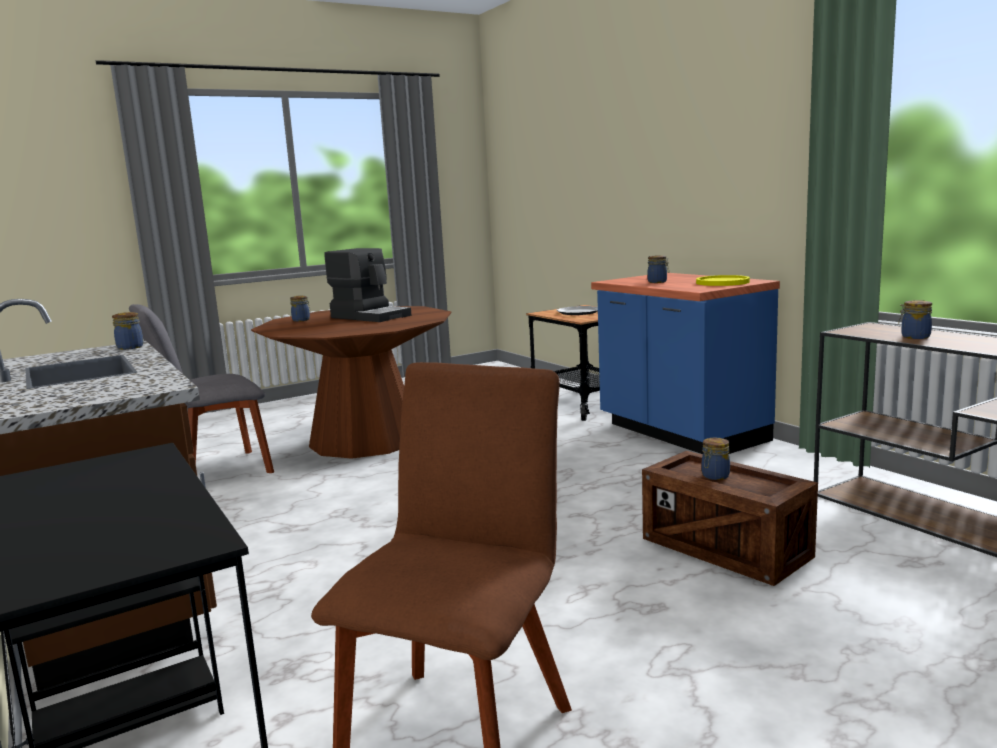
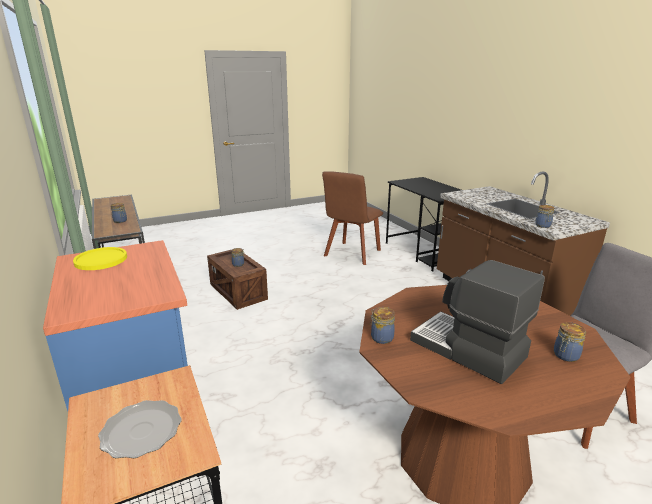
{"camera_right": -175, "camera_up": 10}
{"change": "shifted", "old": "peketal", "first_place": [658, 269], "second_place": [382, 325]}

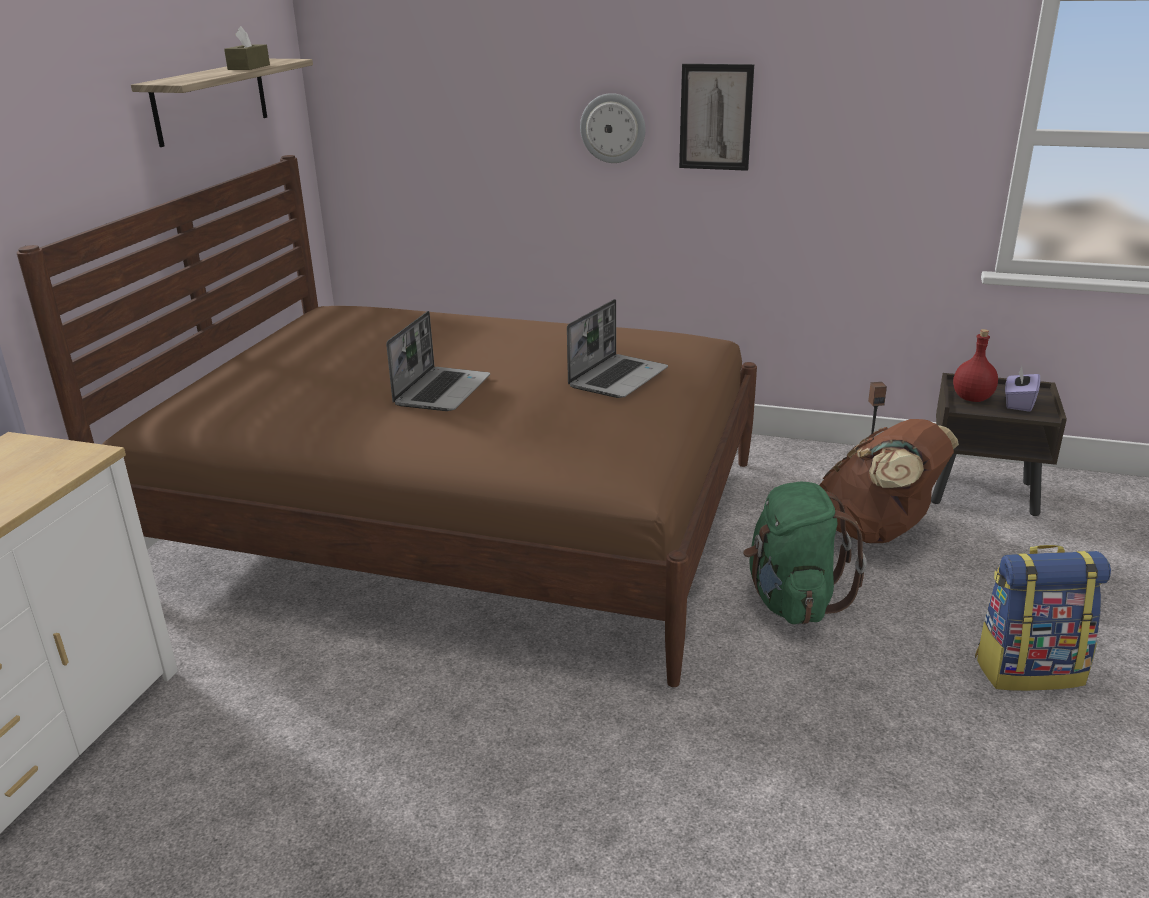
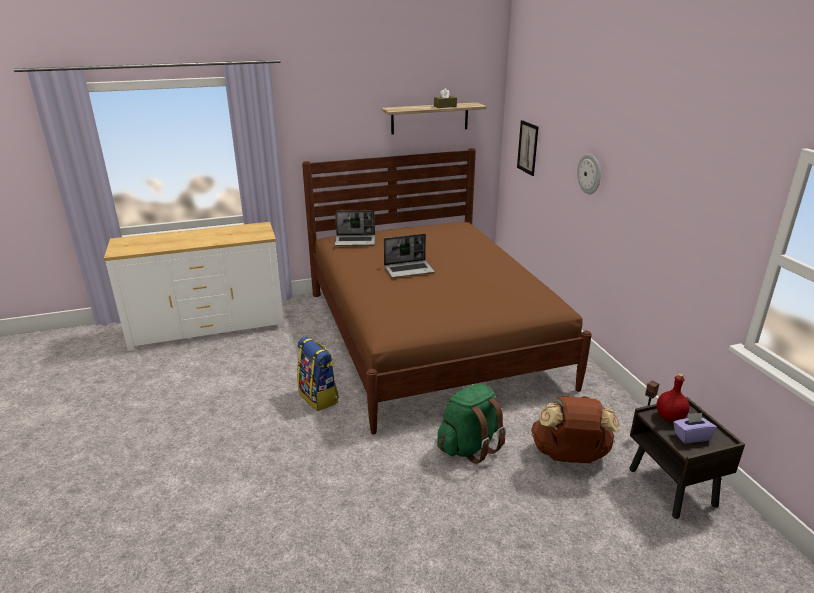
{"camera_right": 55, "camera_up": 0}
{"change": "shifted", "old": "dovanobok", "first_place": [617, 348], "second_place": [355, 228]}
{"change": "shifted", "old": "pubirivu", "first_place": [716, 117], "second_place": [527, 148]}
{"change": "shifted", "old": "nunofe", "first_place": [1043, 618], "second_place": [318, 373]}

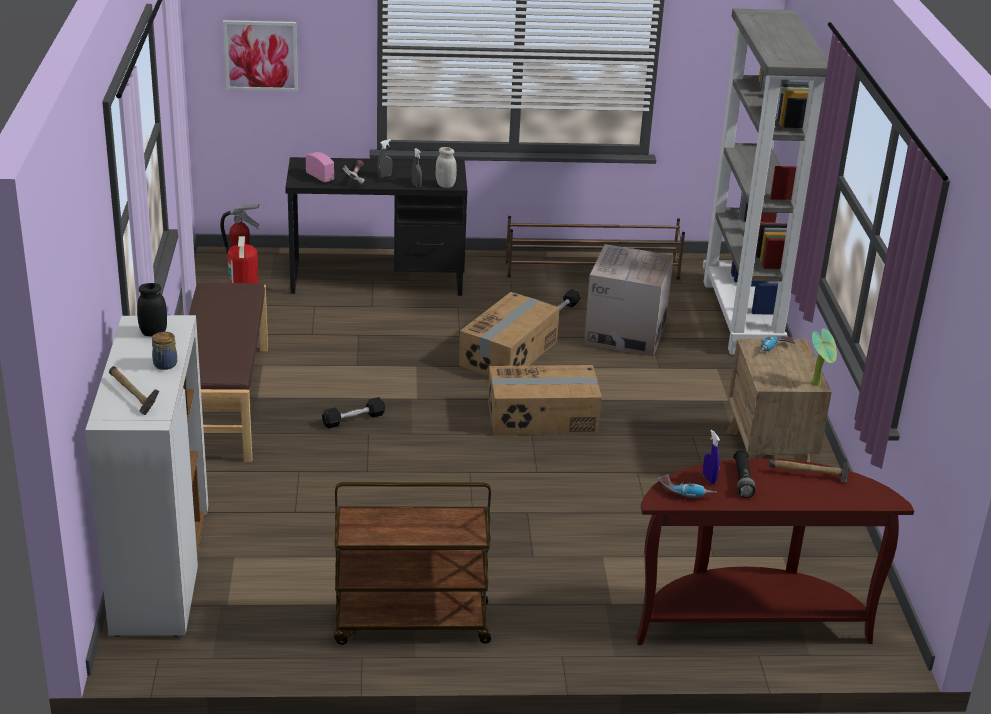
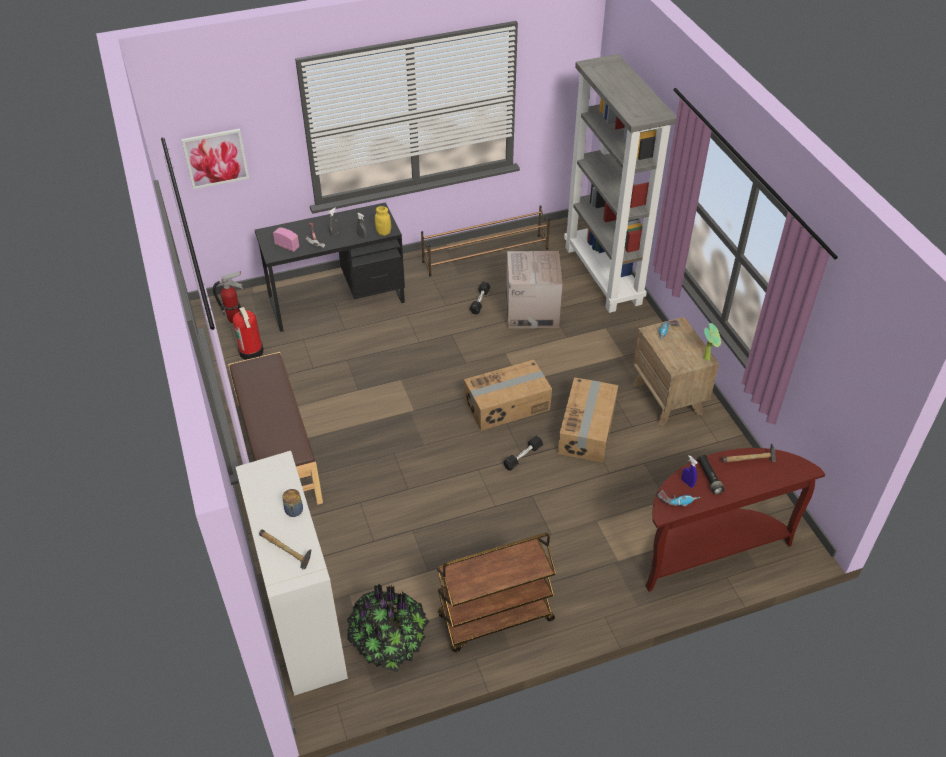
{"camera_right": -15, "camera_up": 15}
{"change": "gone", "old": "peketal (black)", "first_place": [152, 310]}
{"change": "new", "new": "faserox", "second_place": [388, 627]}
{"change": "shifted", "old": "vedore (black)", "first_place": [353, 412], "second_place": [523, 453]}
{"change": "shifted", "old": "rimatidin", "first_place": [509, 334], "second_place": [588, 420]}
{"change": "repainted", "old": "peketal (white)", "new": "peketal (yellow)", "first_place": [446, 167], "second_place": [383, 221]}

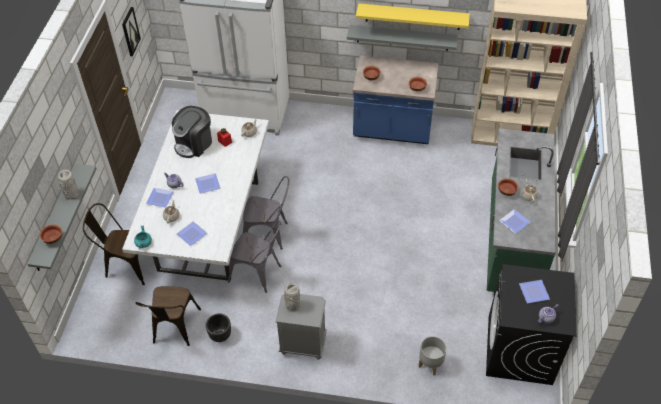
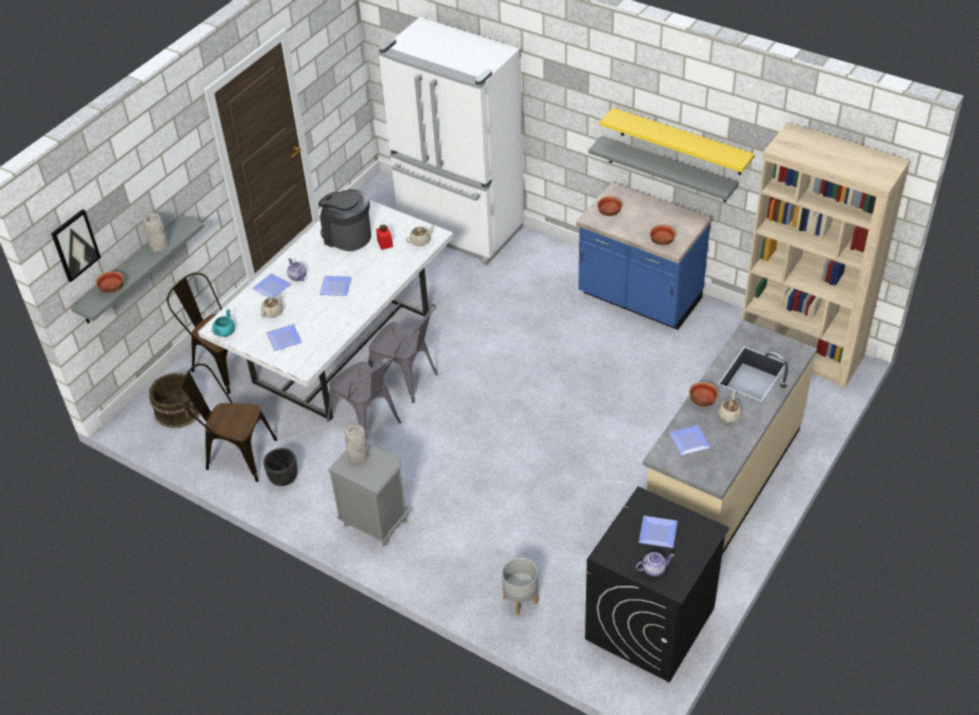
{"camera_right": 25, "camera_up": -5}
{"change": "new", "new": "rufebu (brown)", "second_place": [174, 400]}
{"change": "shifted", "old": "pubirivu", "first_place": [131, 31], "second_place": [76, 245]}
{"change": "repainted", "old": "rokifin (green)", "new": "rokifin (beige)", "first_place": [521, 211], "second_place": [730, 437]}
{"change": "rotated", "old": "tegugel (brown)", "first_place": [168, 316], "second_place": [228, 423], "degrees": 75}
{"change": "rotated", "old": "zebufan", "first_place": [192, 132], "second_place": [344, 220], "degrees": 60}

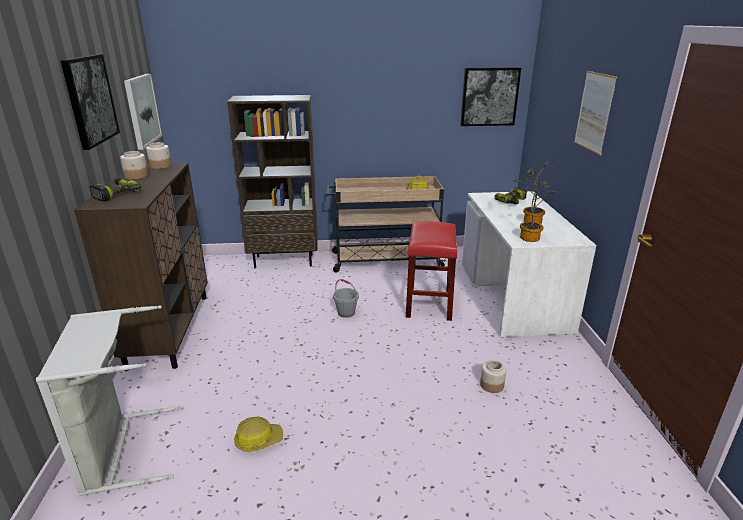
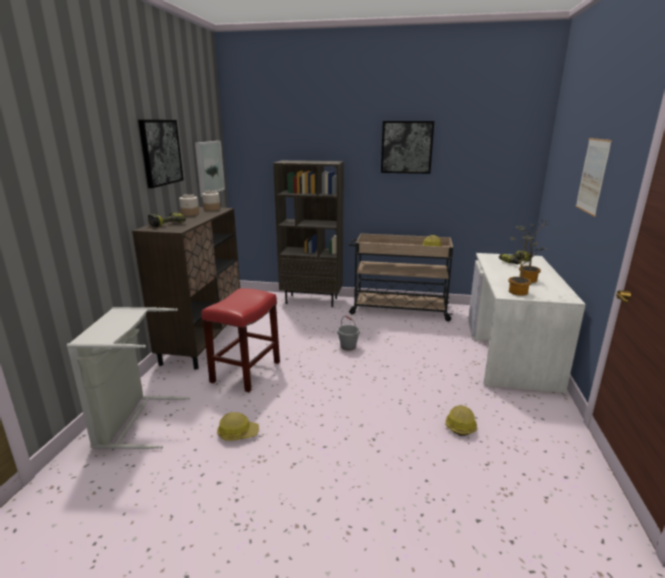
{"camera_right": 15, "camera_up": -5}
{"change": "shifted", "old": "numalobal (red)", "first_place": [431, 271], "second_place": [241, 340]}
{"change": "shifted", "old": "pubirivu", "first_place": [490, 96], "second_place": [407, 147]}
{"change": "swapped", "old": "peketal", "new": "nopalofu", "first_place": [493, 376], "second_place": [461, 420]}

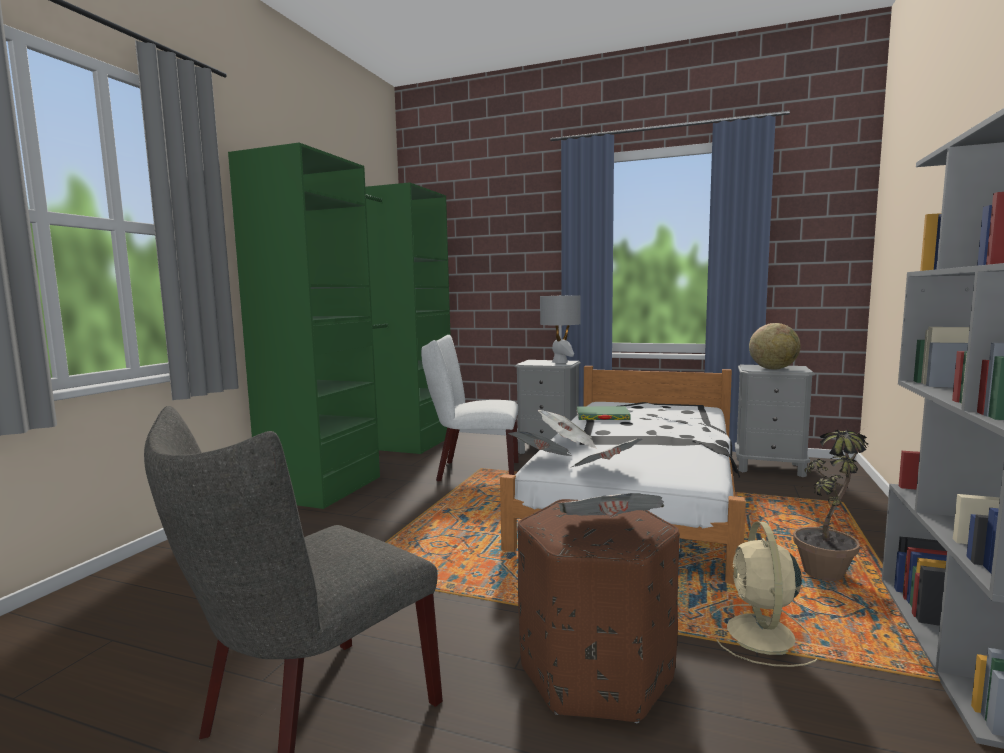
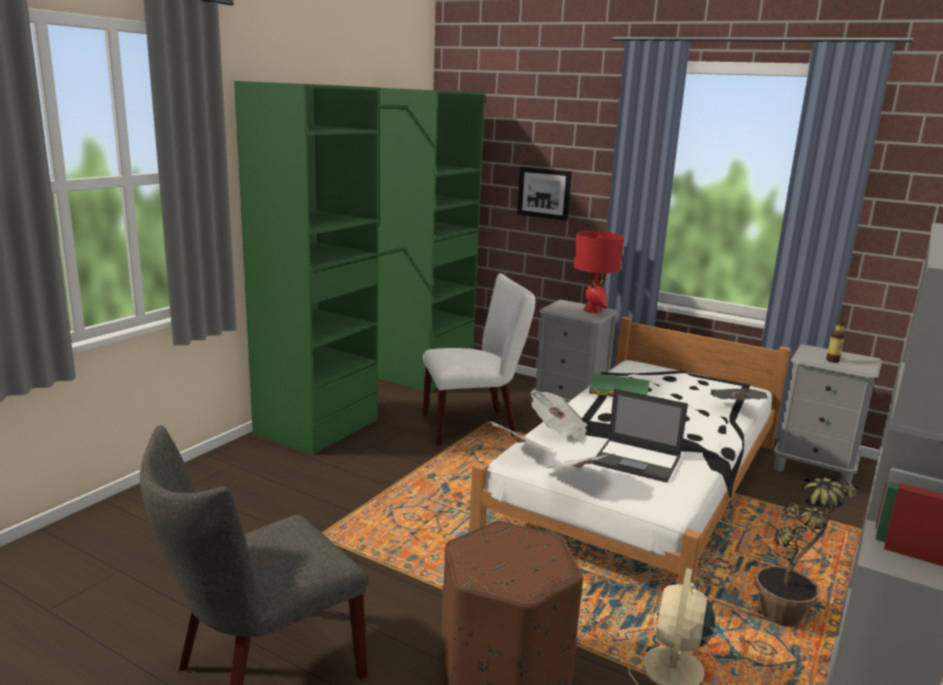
{"camera_right": 10, "camera_up": 10}
{"change": "new", "new": "pubirivu", "second_place": [544, 194]}
{"change": "new", "new": "dovanobok", "second_place": [640, 436]}
{"change": "shifted", "old": "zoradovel", "first_place": [611, 505], "second_place": [739, 394]}
{"change": "swapped", "old": "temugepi", "new": "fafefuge", "first_place": [775, 346], "second_place": [835, 339]}
{"change": "repainted", "old": "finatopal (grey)", "new": "finatopal (red)", "first_place": [560, 329], "second_place": [599, 272]}
{"change": "rotated", "old": "tegugel (white)", "first_place": [470, 408], "second_place": [478, 359], "degrees": 150}

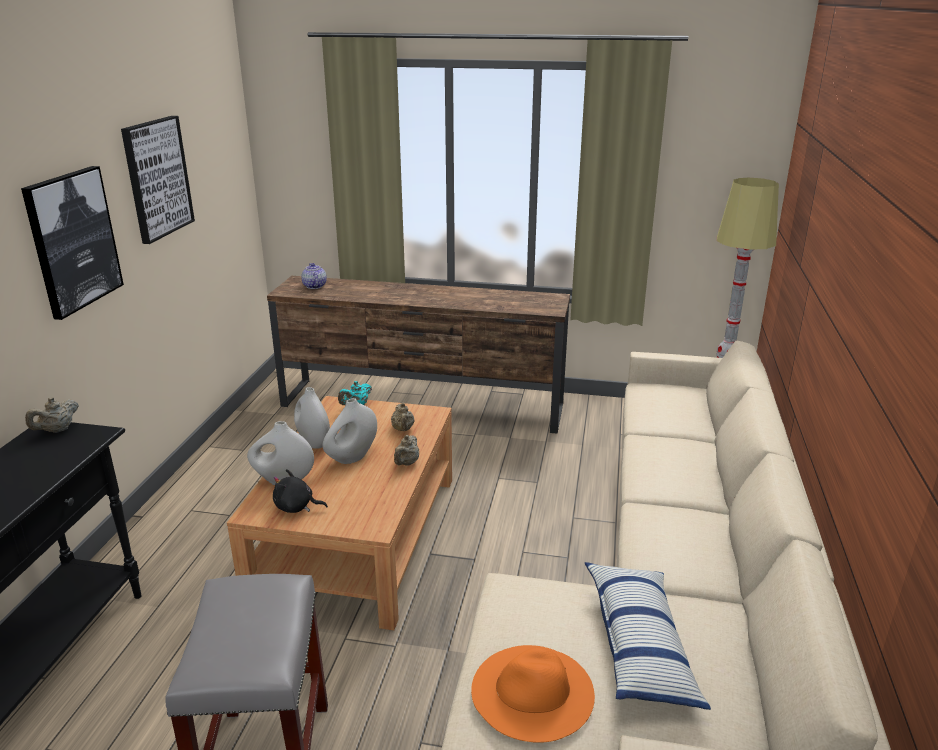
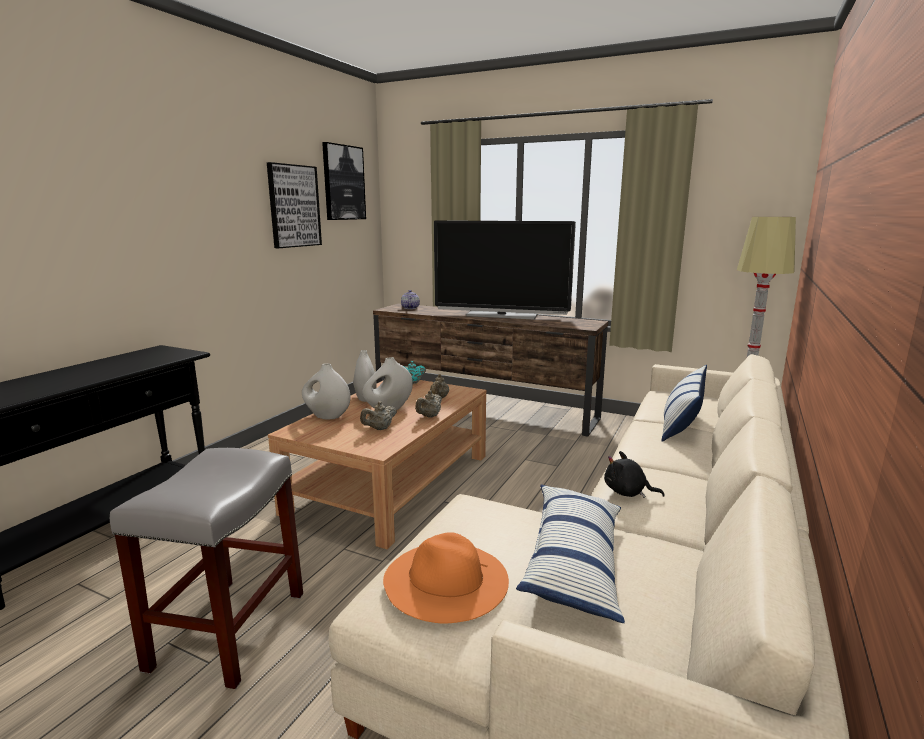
{"camera_right": 15, "camera_up": -10}
{"change": "new", "new": "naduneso", "second_place": [505, 270]}
{"change": "new", "new": "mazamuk", "second_place": [684, 403]}
{"change": "shifted", "old": "pubirivu", "first_place": [72, 243], "second_place": [344, 181]}
{"change": "shifted", "old": "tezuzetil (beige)", "first_place": [52, 415], "second_place": [378, 415]}
{"change": "shifted", "old": "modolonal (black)", "first_place": [300, 491], "second_place": [634, 474]}

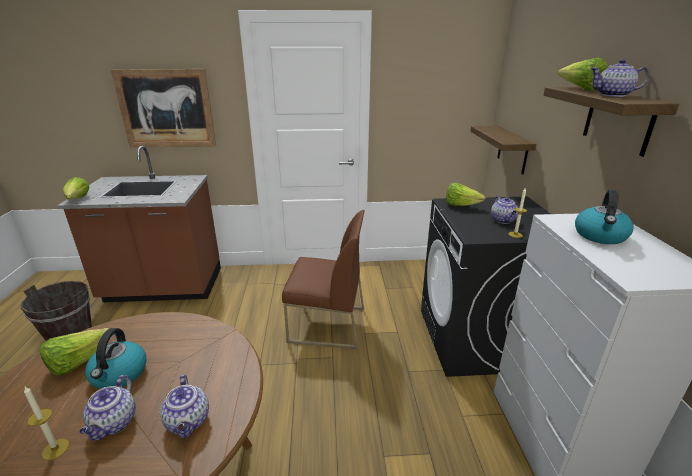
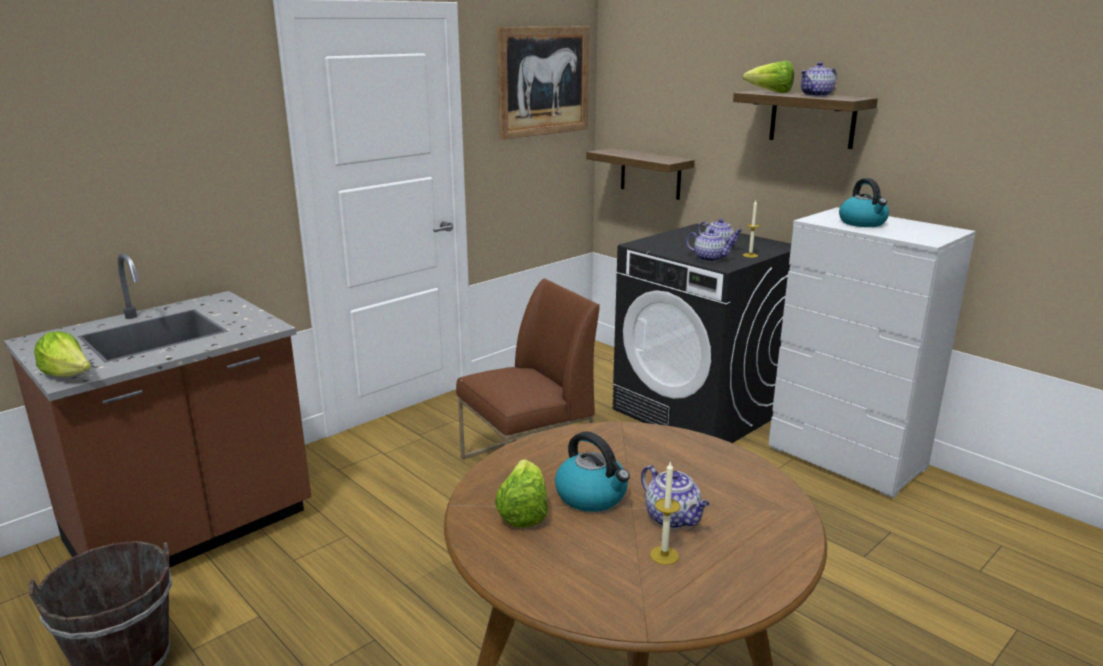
{"camera_right": -40, "camera_up": -5}
{"change": "gone", "old": "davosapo", "first_place": [466, 194]}
{"change": "shifted", "old": "pubirivu", "first_place": [163, 108], "second_place": [543, 83]}
{"change": "shifted", "old": "tezuzetil", "first_place": [184, 406], "second_place": [711, 245]}

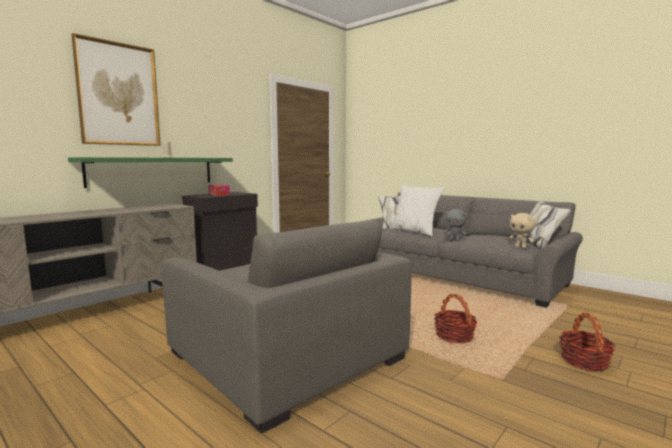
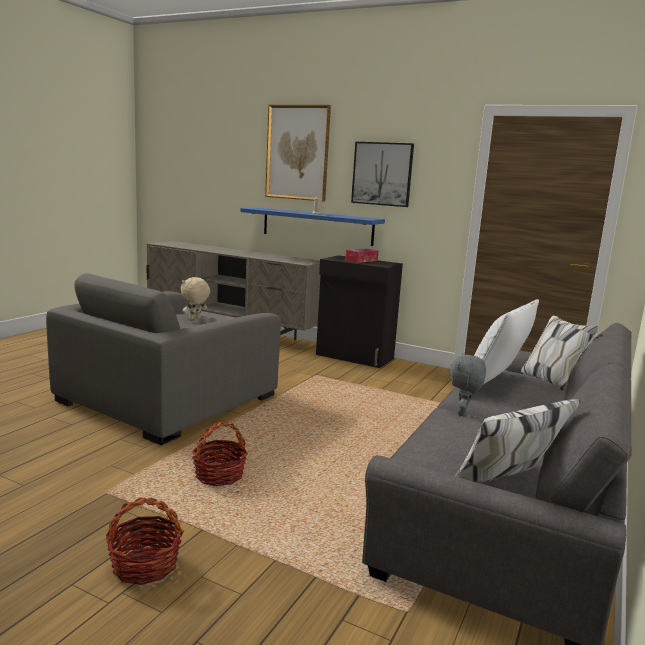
{"camera_right": 75, "camera_up": 5}
{"change": "new", "new": "pubirivu", "second_place": [382, 174]}
{"change": "shifted", "old": "modolonal (beige)", "first_place": [522, 230], "second_place": [195, 298]}
{"change": "repainted", "old": "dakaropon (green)", "new": "dakaropon (blue)", "first_place": [150, 172], "second_place": [312, 227]}

